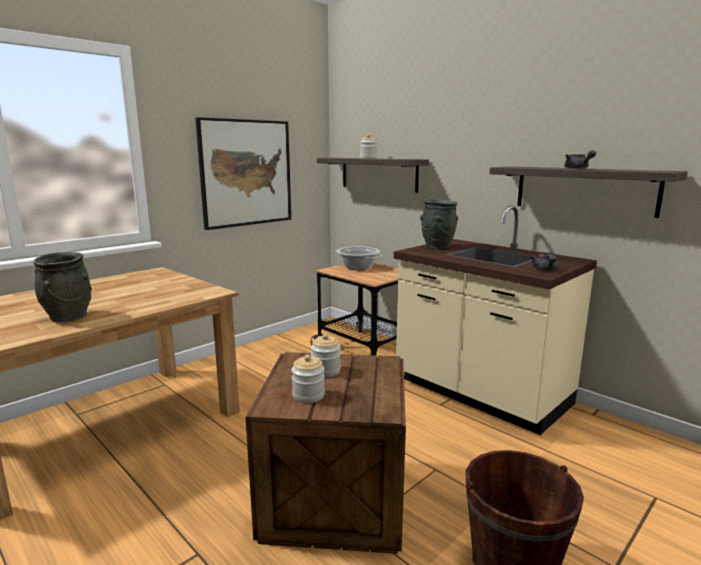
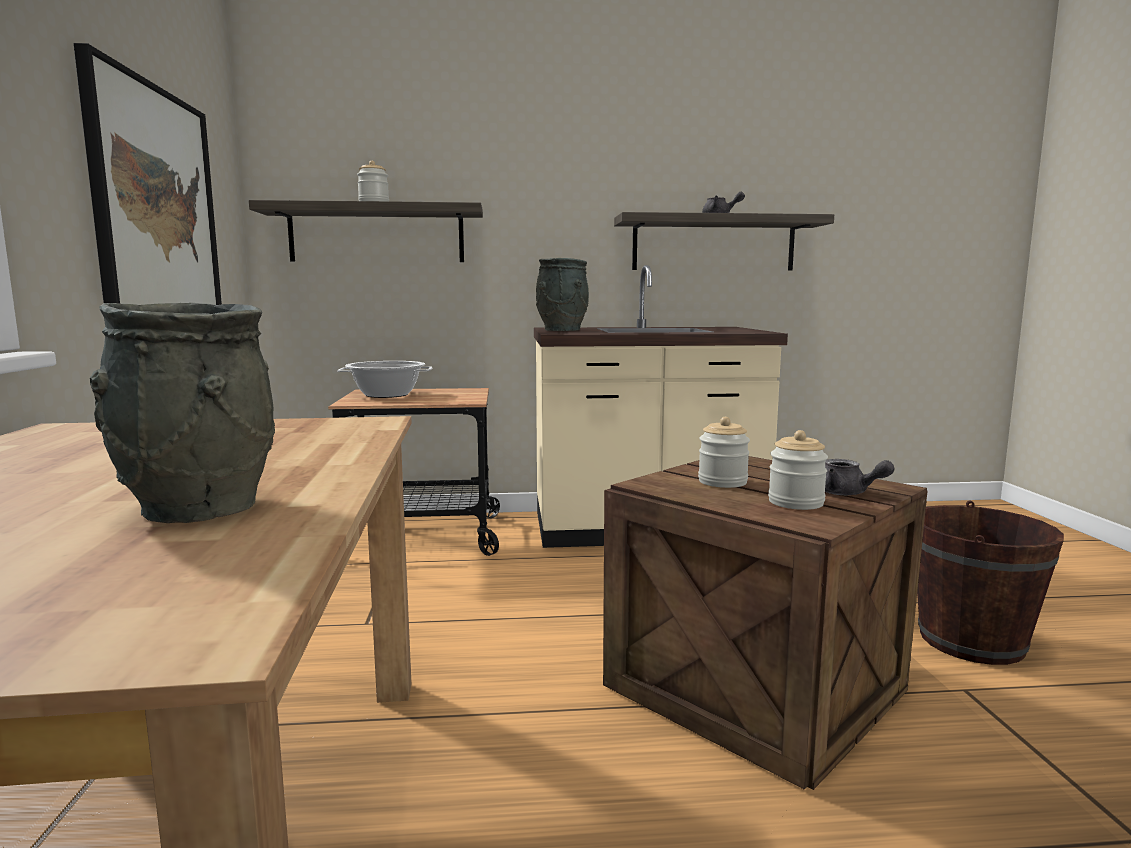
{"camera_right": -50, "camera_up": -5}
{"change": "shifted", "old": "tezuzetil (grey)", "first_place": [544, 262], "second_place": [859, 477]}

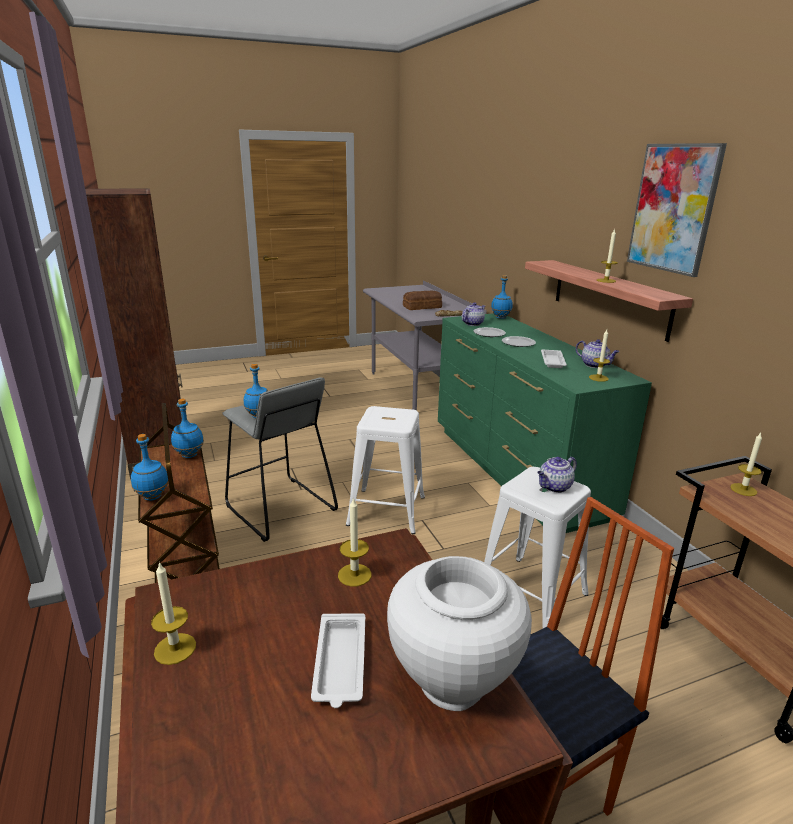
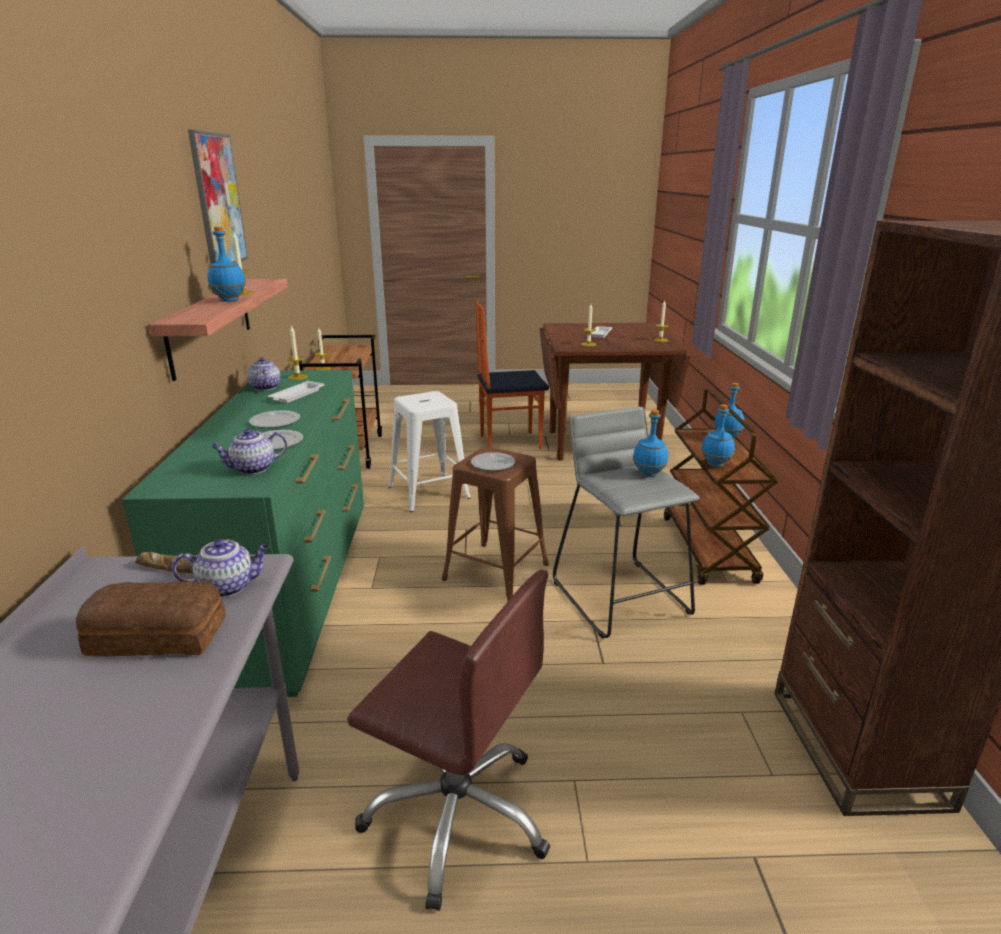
{"camera_right": -160, "camera_up": 0}
{"change": "gone", "old": "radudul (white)", "first_place": [459, 633]}
{"change": "new", "new": "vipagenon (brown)", "second_place": [448, 740]}
{"change": "new", "new": "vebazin", "second_place": [493, 461]}
{"change": "shifted", "old": "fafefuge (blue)", "first_place": [502, 297], "second_place": [226, 264]}
{"change": "shifted", "old": "tezuzetil", "first_place": [557, 475], "second_place": [221, 568]}
{"change": "repainted", "old": "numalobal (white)", "new": "numalobal (brown)", "first_place": [385, 470], "second_place": [495, 524]}

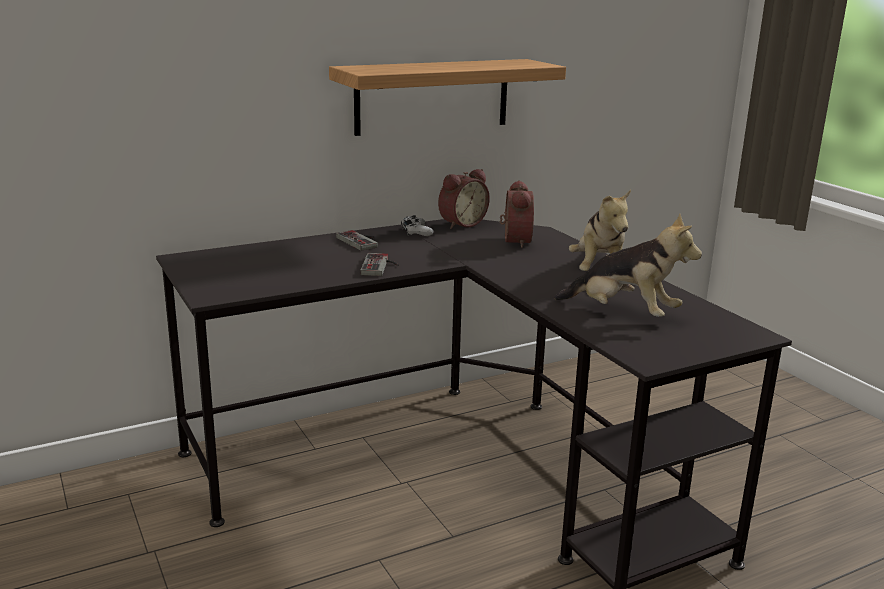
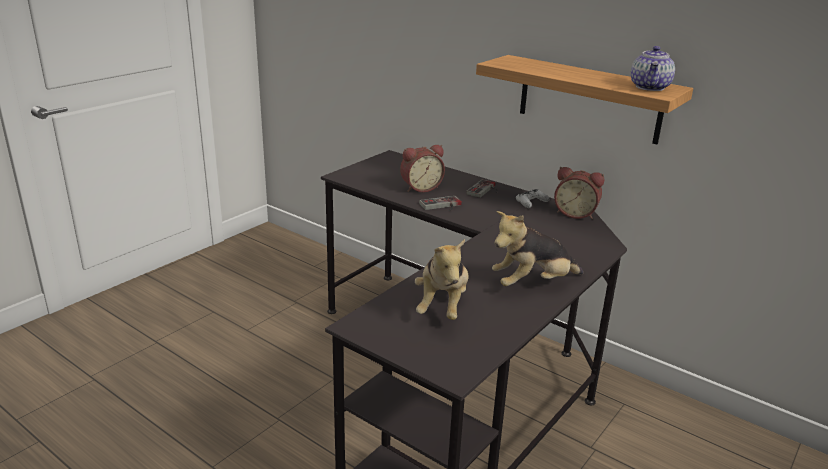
{"camera_right": 65, "camera_up": 5}
{"change": "new", "new": "tezuzetil", "second_place": [653, 68]}
{"change": "shifted", "old": "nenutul", "first_place": [517, 214], "second_place": [422, 168]}

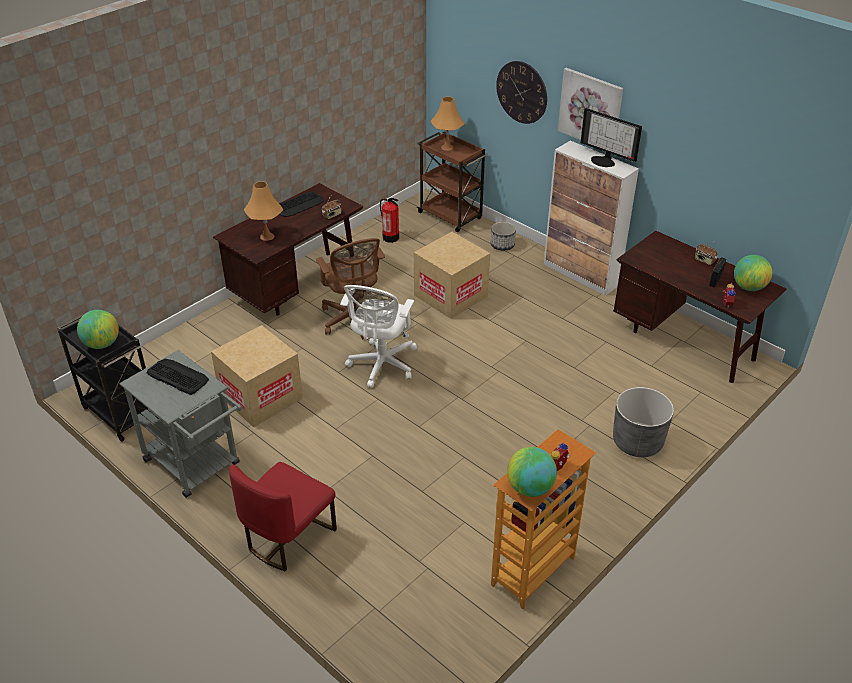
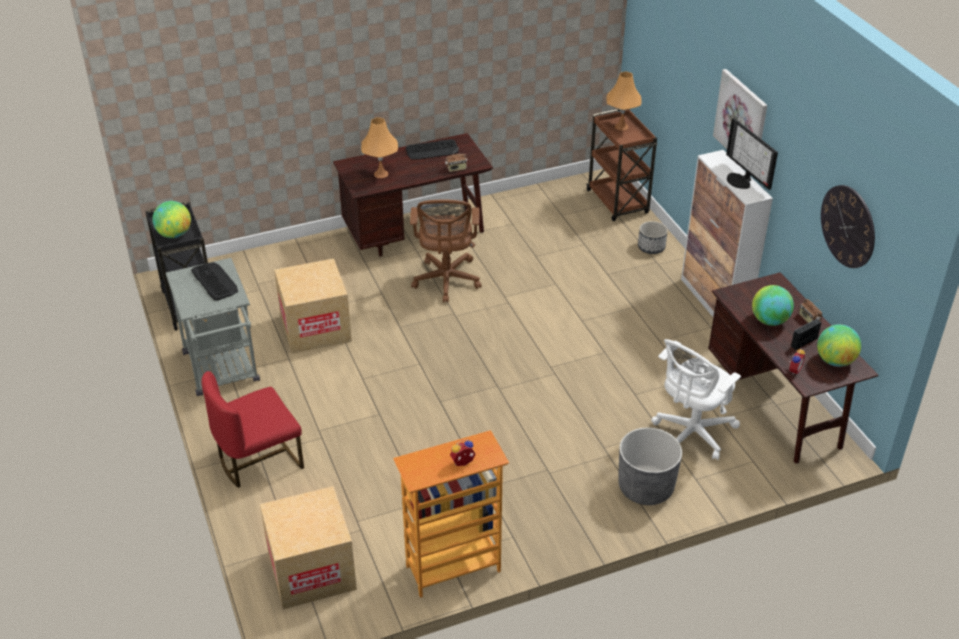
{"camera_right": 25, "camera_up": 0}
{"change": "gone", "old": "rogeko", "first_place": [389, 220]}
{"change": "shifted", "old": "vipagenon (white)", "first_place": [378, 336], "second_place": [696, 399]}
{"change": "shifted", "old": "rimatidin", "first_place": [452, 275], "second_place": [308, 547]}
{"change": "shifted", "old": "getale", "first_place": [521, 92], "second_place": [848, 226]}
{"change": "shifted", "old": "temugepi", "first_place": [532, 472], "second_place": [773, 305]}

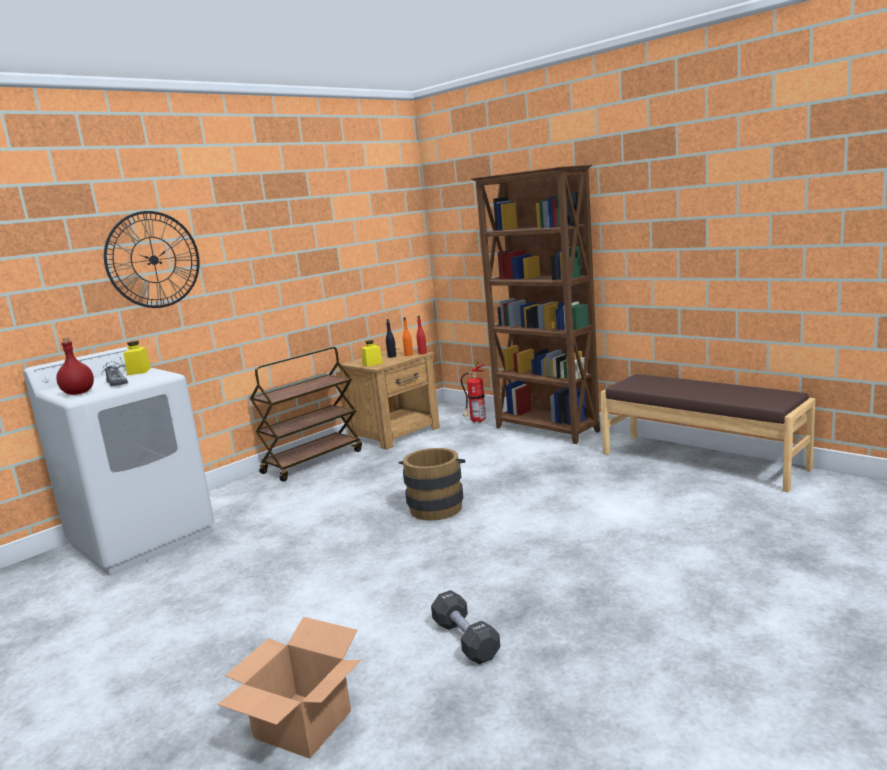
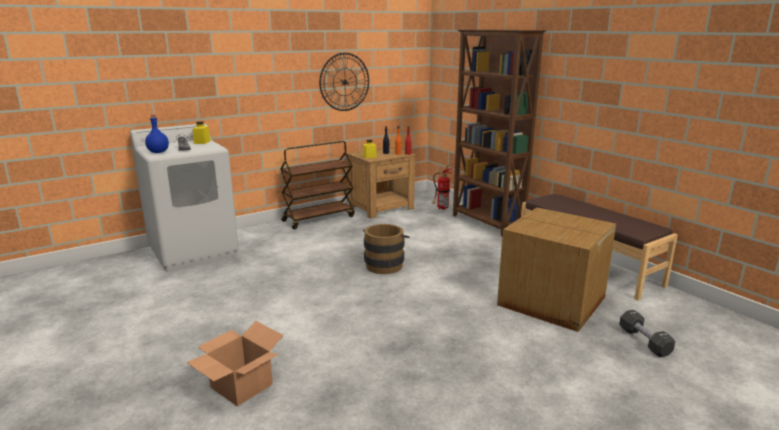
{"camera_right": 10, "camera_up": 5}
{"change": "new", "new": "rimatidin", "second_place": [556, 270]}
{"change": "shifted", "old": "getale", "first_place": [152, 259], "second_place": [344, 82]}
{"change": "shifted", "old": "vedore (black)", "first_place": [465, 627], "second_place": [647, 333]}
{"change": "repainted", "old": "fafefuge (red)", "new": "fafefuge (blue)", "first_place": [75, 366], "second_place": [157, 134]}

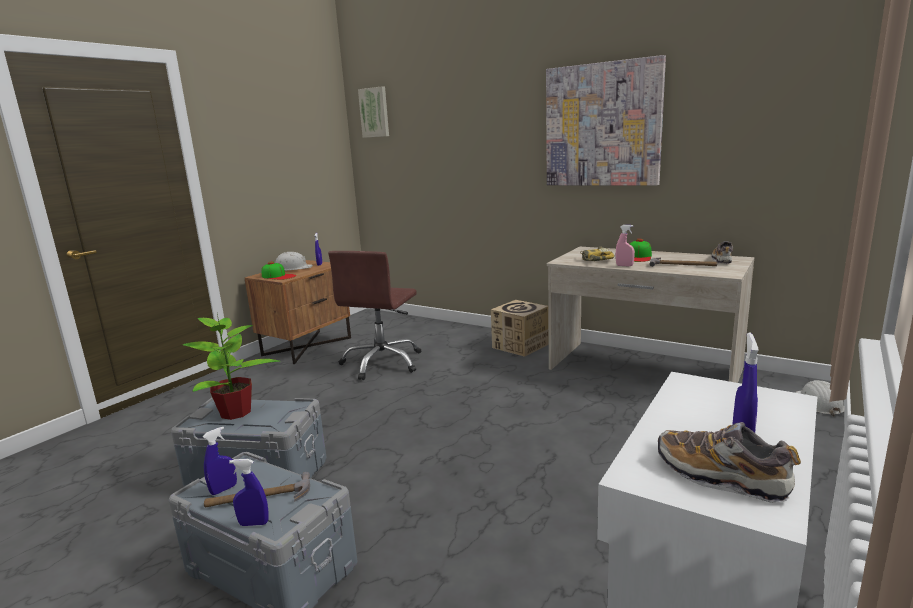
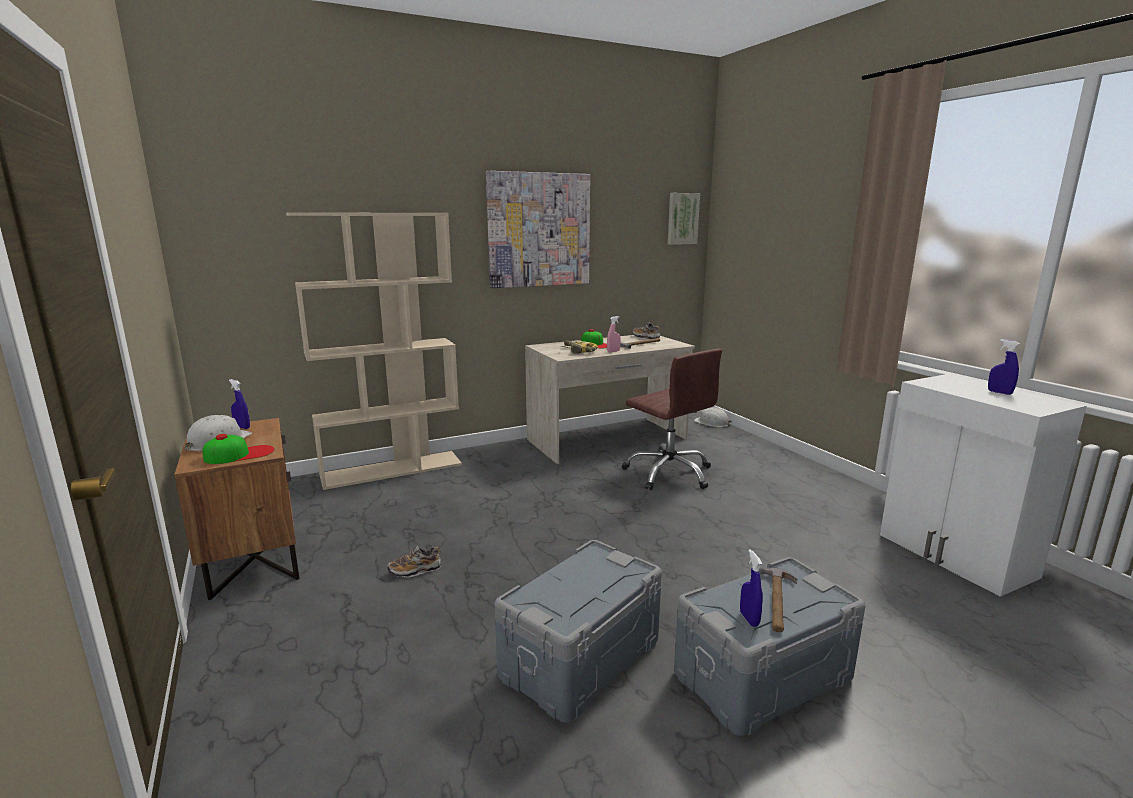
{"camera_right": -60, "camera_up": 0}
{"change": "gone", "old": "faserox", "first_place": [231, 366]}
{"change": "gone", "old": "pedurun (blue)", "first_place": [249, 492]}
{"change": "gone", "old": "rimatidin", "first_place": [520, 328]}
{"change": "new", "new": "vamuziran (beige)", "second_place": [374, 351]}
{"change": "shifted", "old": "vipagenon (brown)", "first_place": [374, 315], "second_place": [672, 419]}
{"change": "shifted", "old": "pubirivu", "first_place": [373, 112], "second_place": [684, 219]}
{"change": "shifted", "old": "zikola", "first_place": [729, 462], "second_place": [414, 561]}

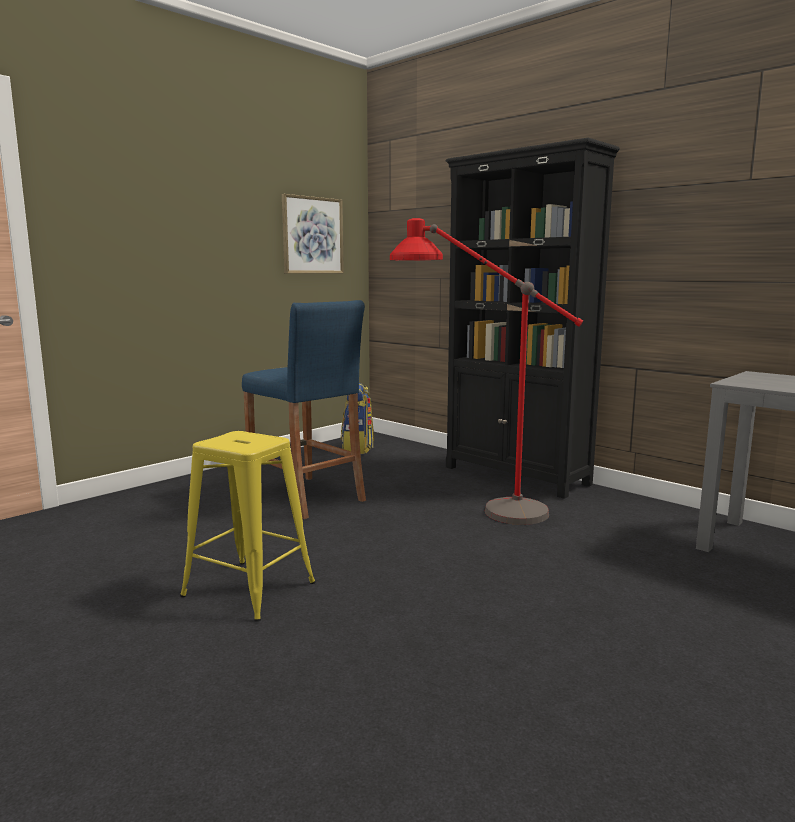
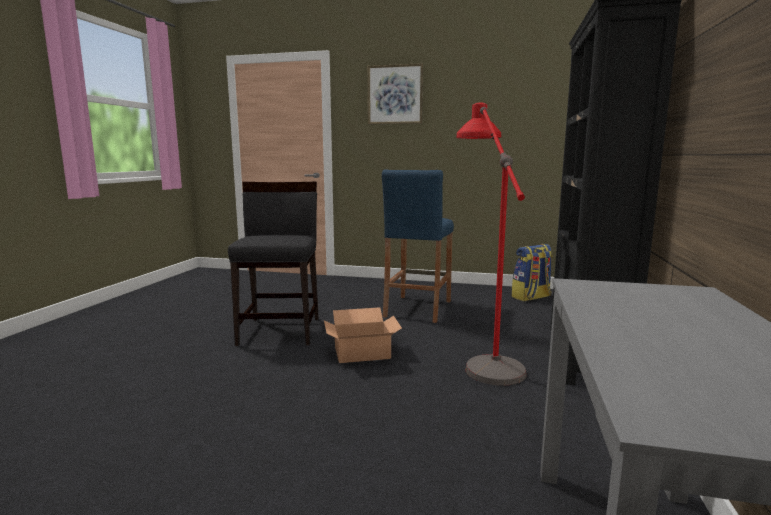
{"camera_right": 60, "camera_up": 0}
{"change": "new", "new": "rimatidin", "second_place": [363, 335]}
{"change": "shifted", "old": "pubirivu", "first_place": [313, 234], "second_place": [395, 93]}
{"change": "swapped", "old": "numalobal (yellow)", "new": "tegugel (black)", "first_place": [248, 526], "second_place": [273, 264]}

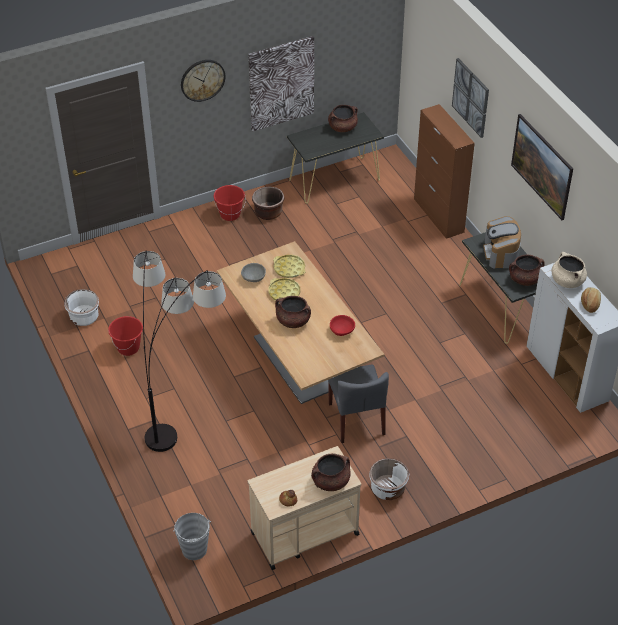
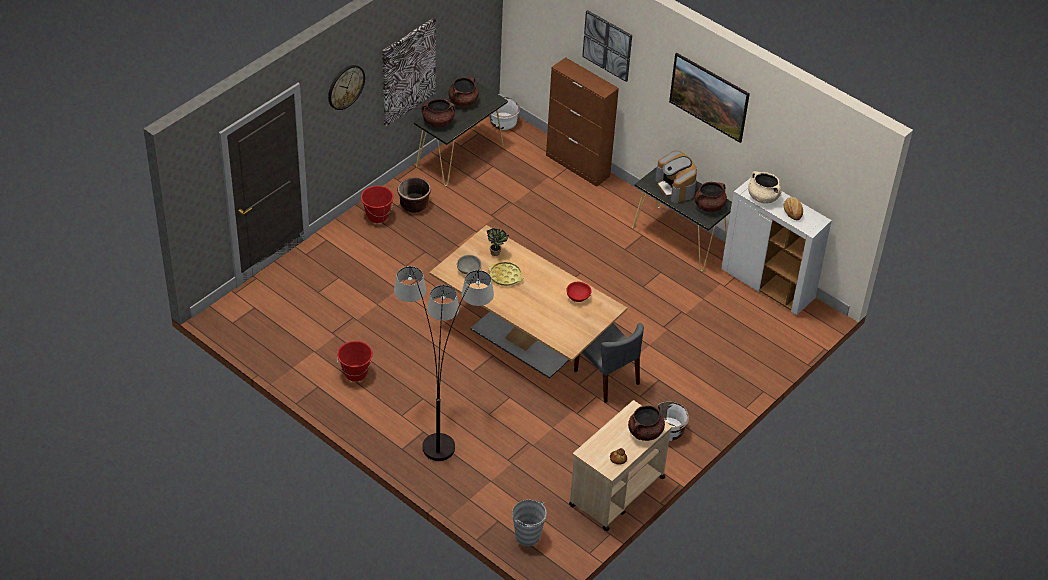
{"camera_right": -25, "camera_up": 0}
{"change": "shifted", "old": "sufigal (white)", "first_place": [81, 307], "second_place": [505, 113]}
{"change": "shifted", "old": "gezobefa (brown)", "first_place": [293, 312], "second_place": [438, 113]}
{"change": "swapped", "old": "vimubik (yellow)", "new": "faserox", "first_place": [289, 266], "second_place": [498, 242]}

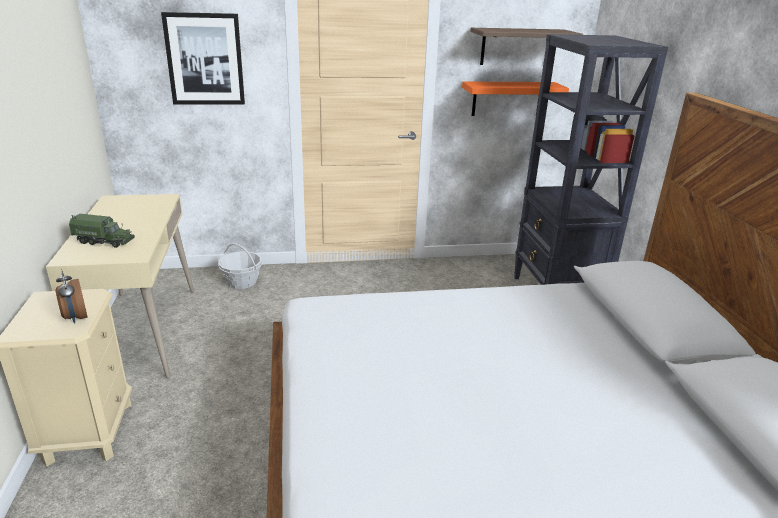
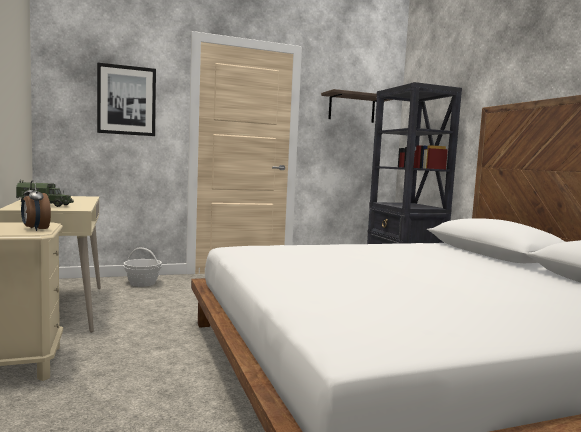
{"camera_right": -10, "camera_up": -20}
{"change": "gone", "old": "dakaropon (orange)", "first_place": [515, 99]}

